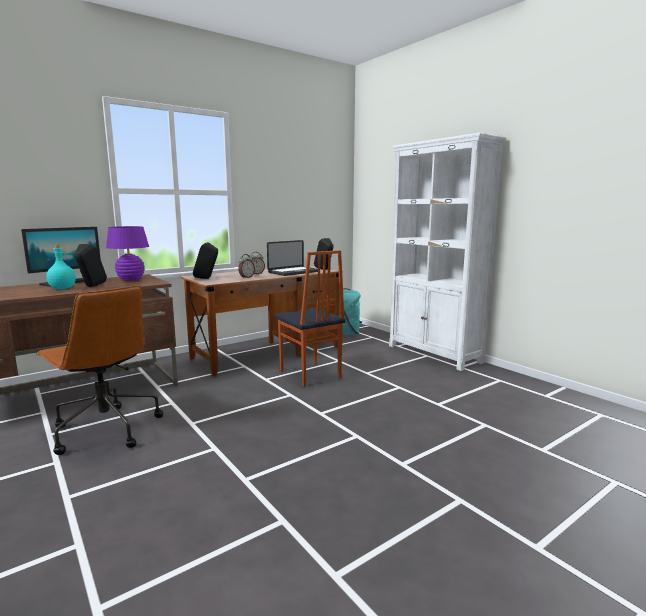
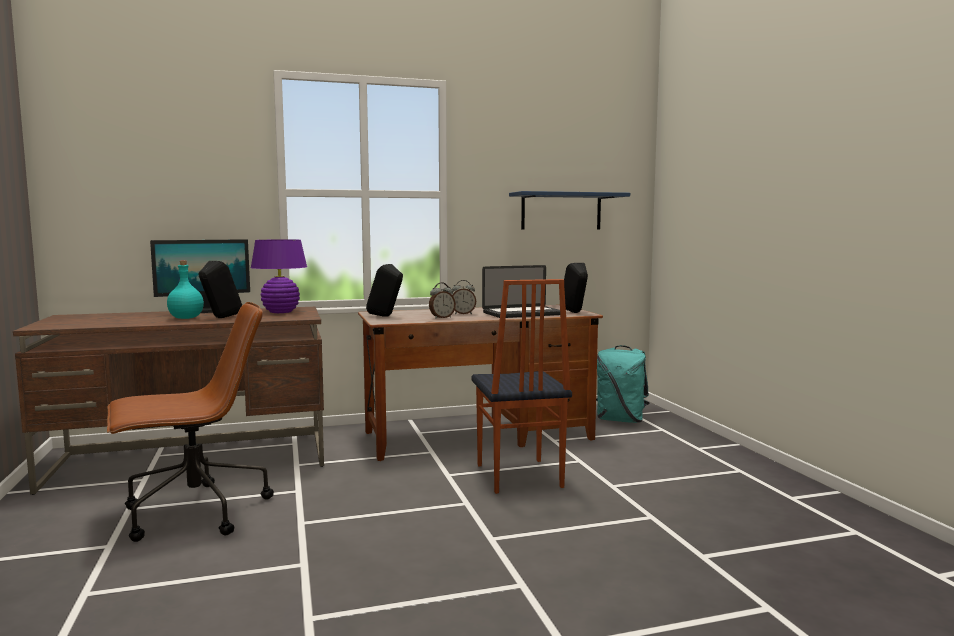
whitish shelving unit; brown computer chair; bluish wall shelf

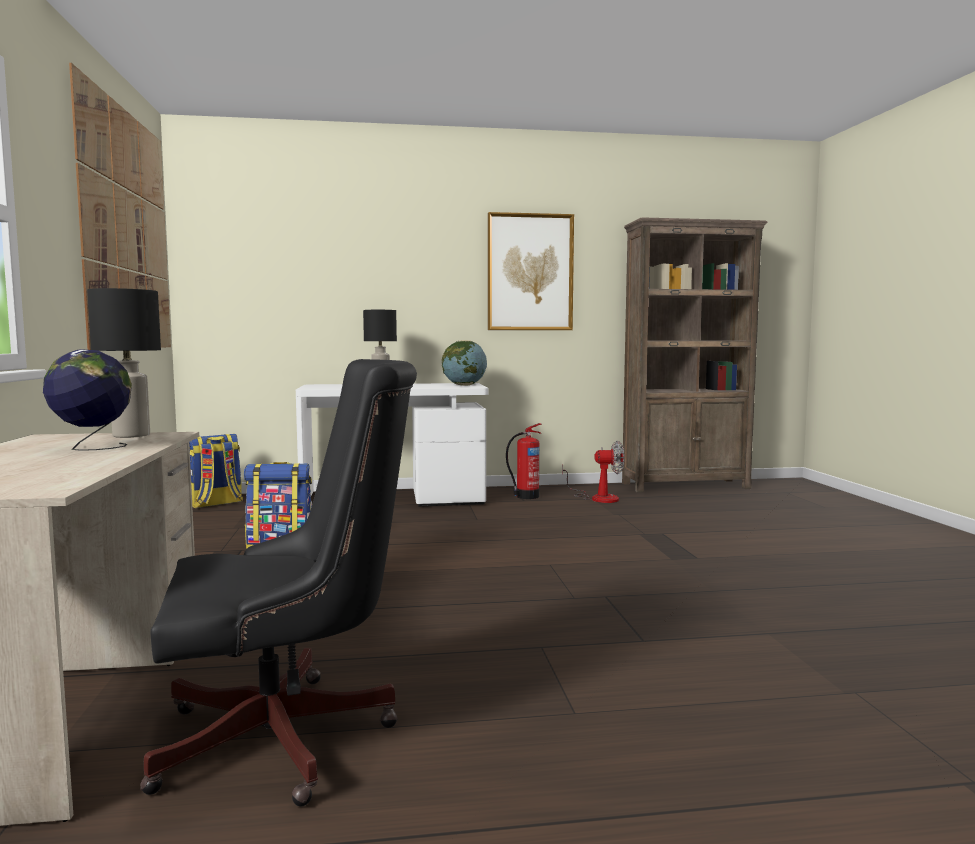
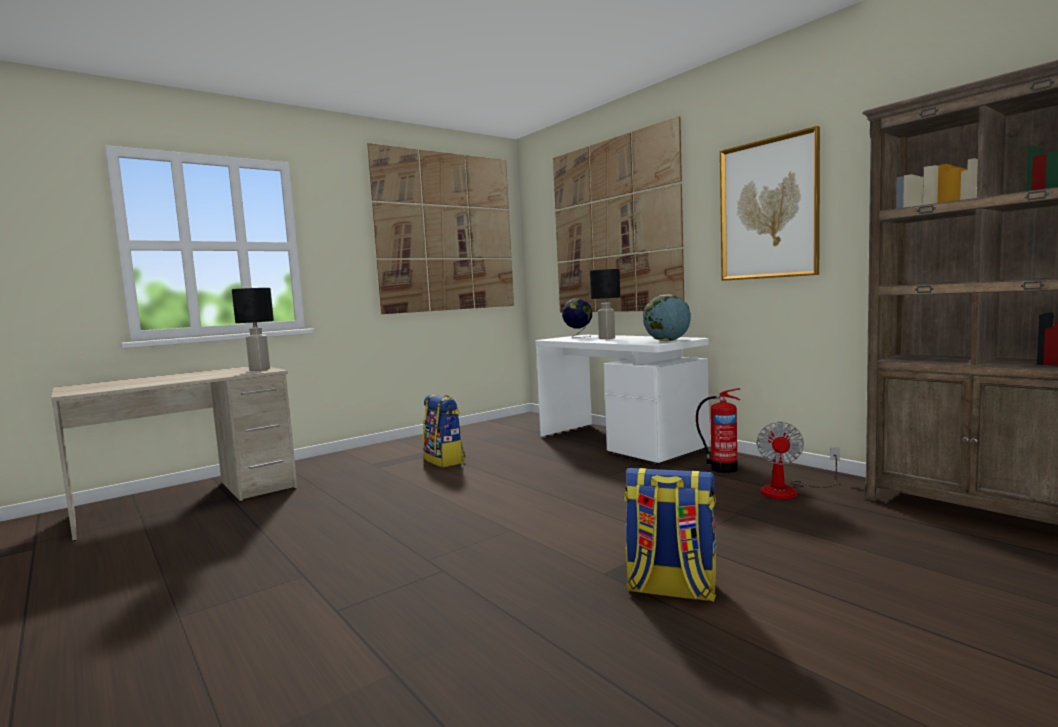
world globe (1st from left); black-coloured computer chair; knapsack (2nd from left); electric fan; wall picture (2nd from left)

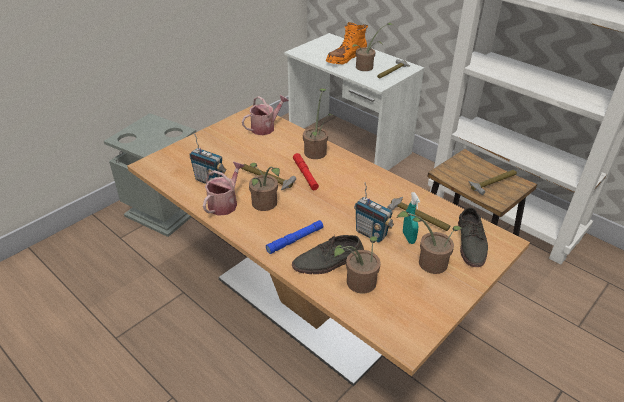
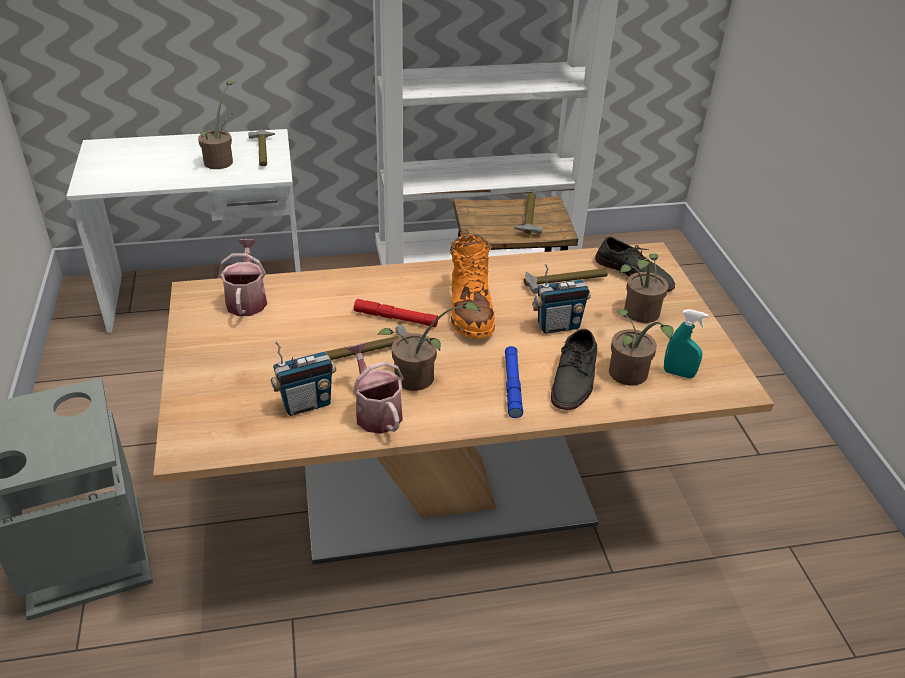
orange high-top boot; potted plant (2nd from left in the first image); turquoise-coloured sprayer

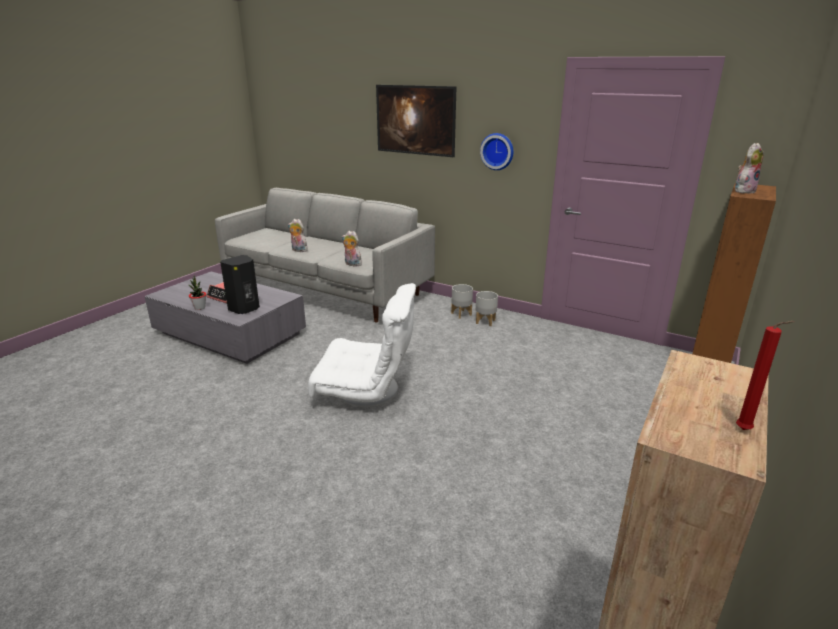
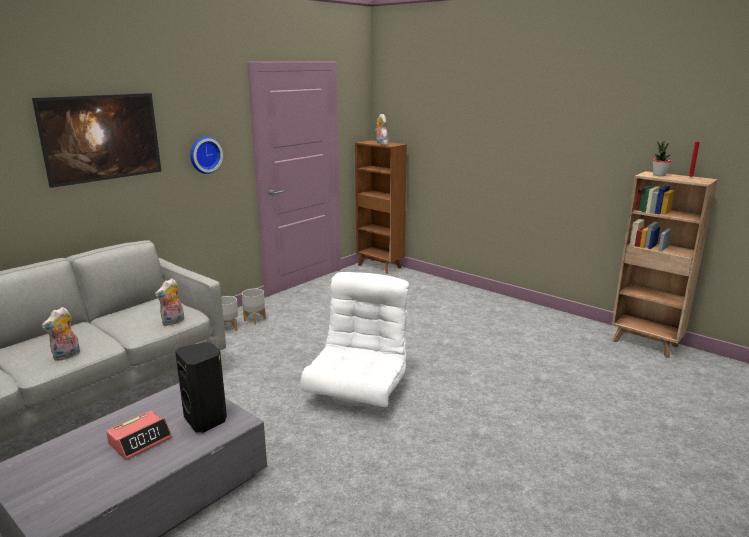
potted plant

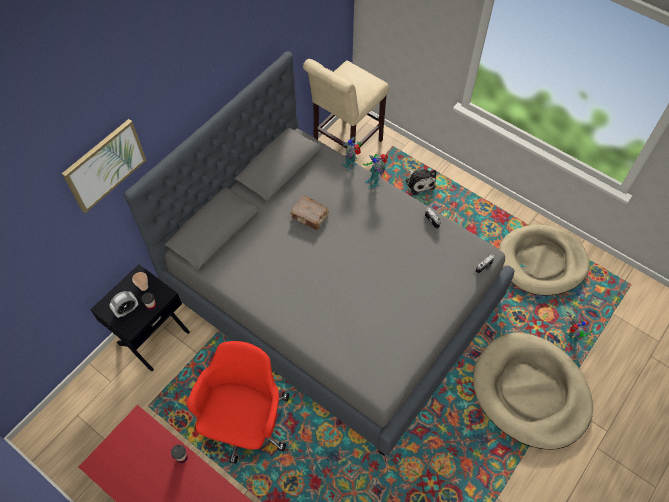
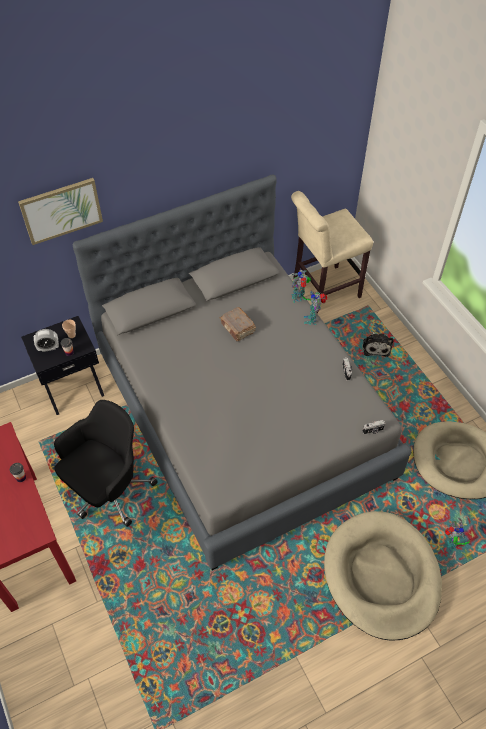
black-coloured computer chair

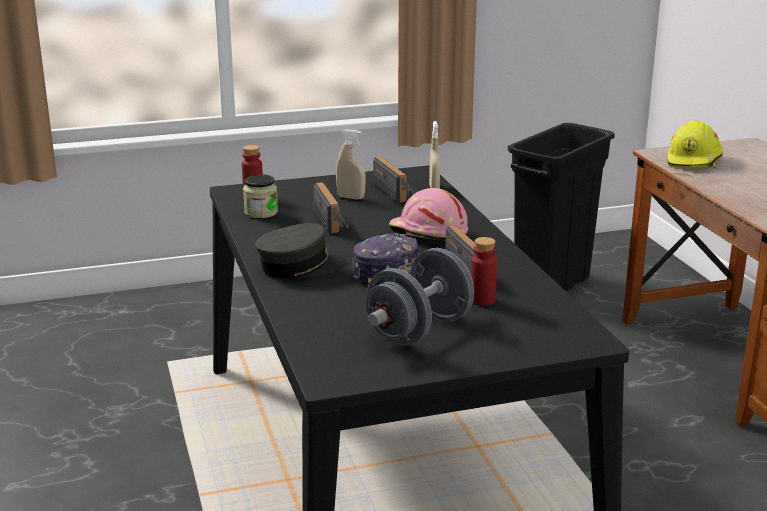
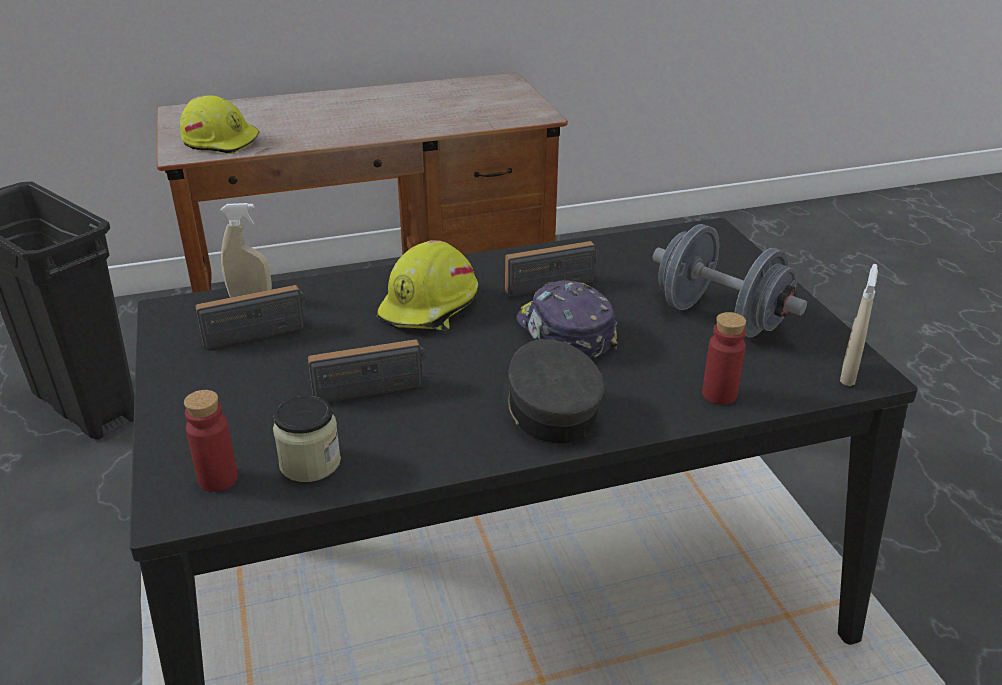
beige-coloured sprayer (2nd from left); yellow-coloured safety helmet (2nd from left); red-coloured bottle (2nd from left)

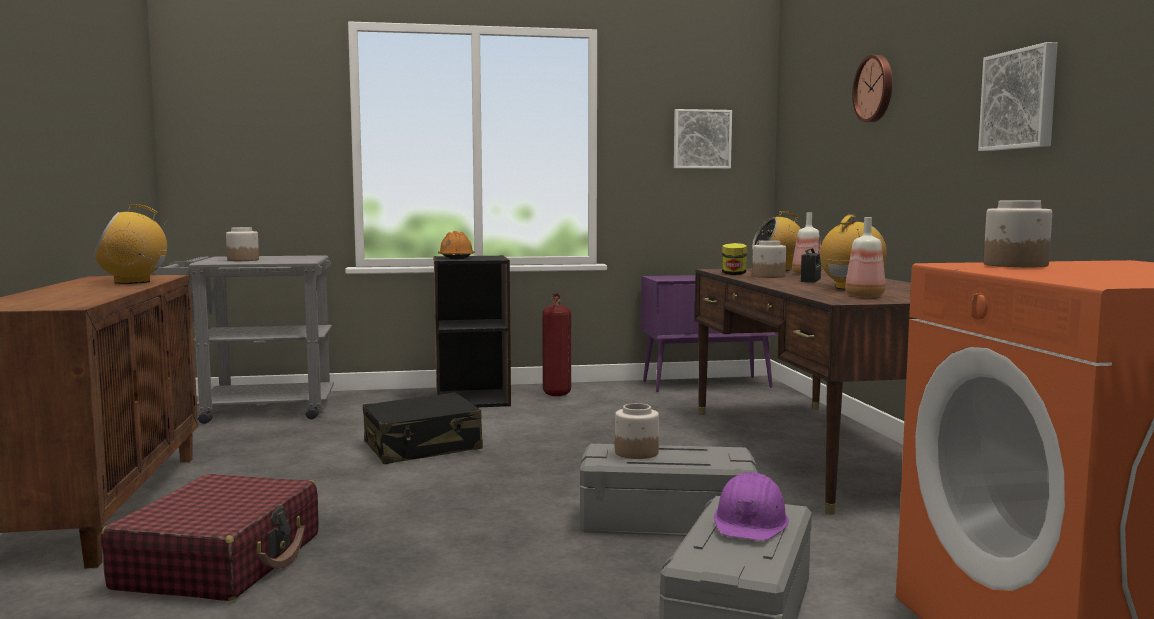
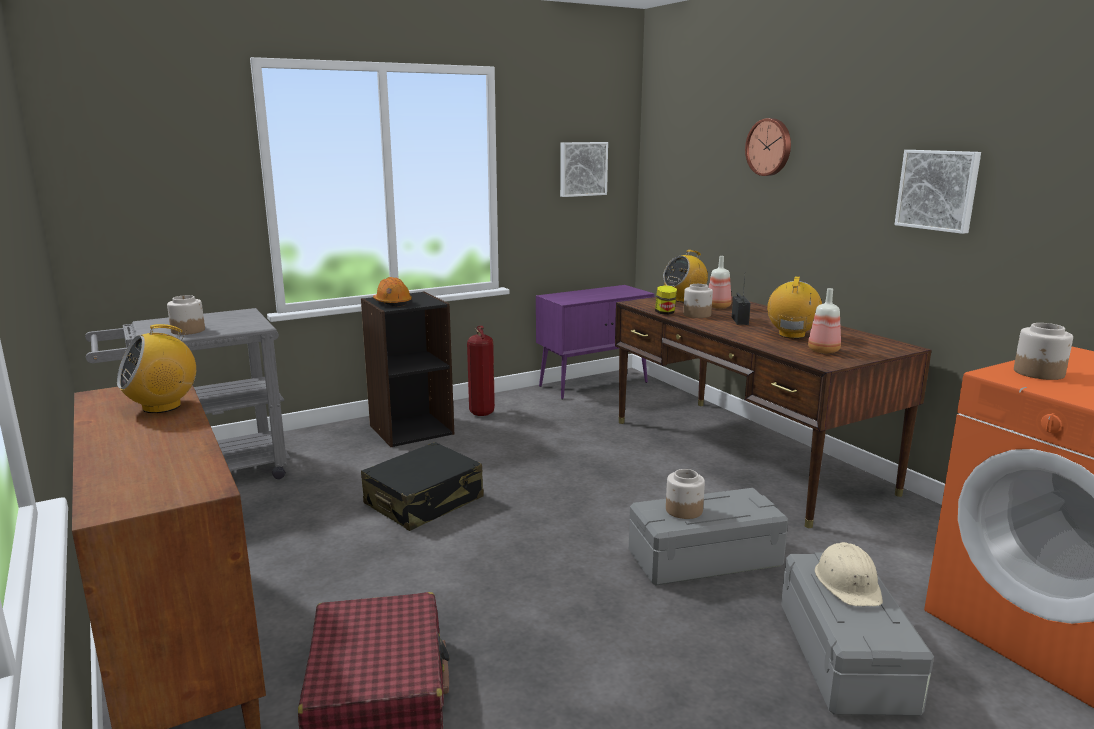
beige-coloured safety helmet

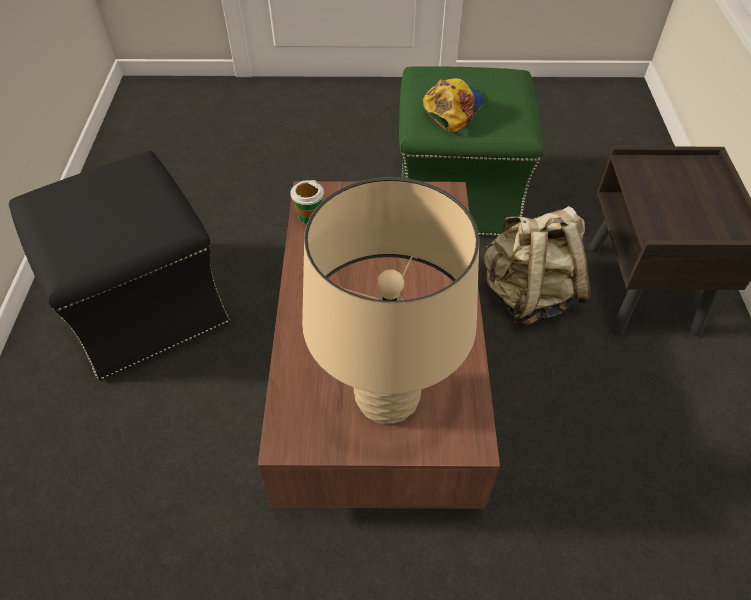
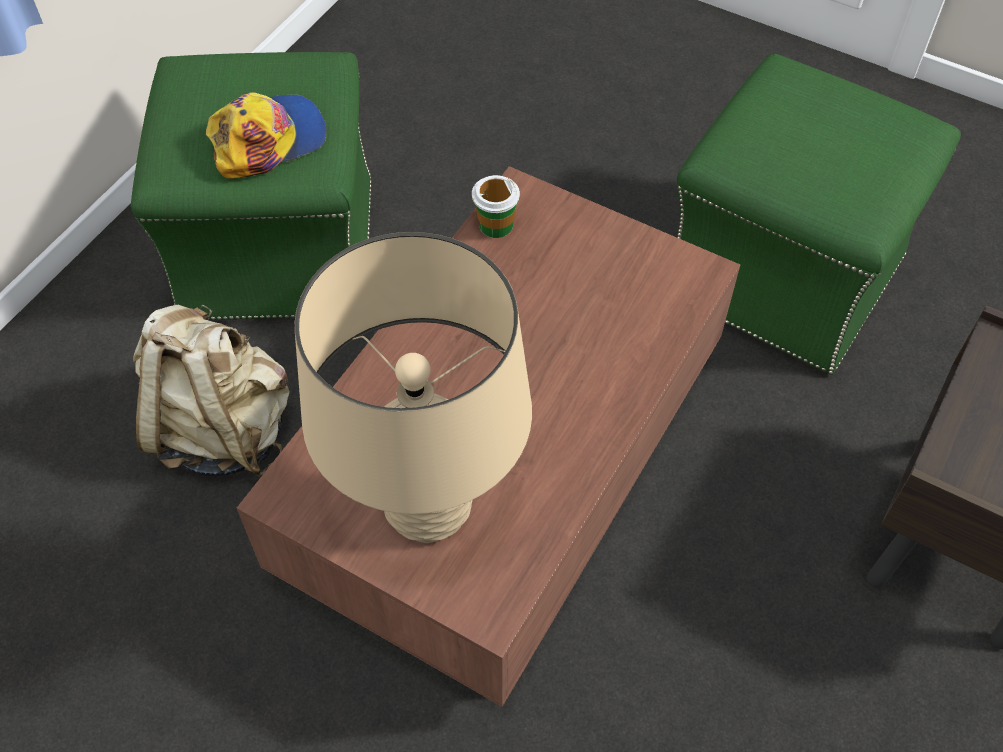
cap; greenish ottoman (1st from left); beige-coloured knapsack

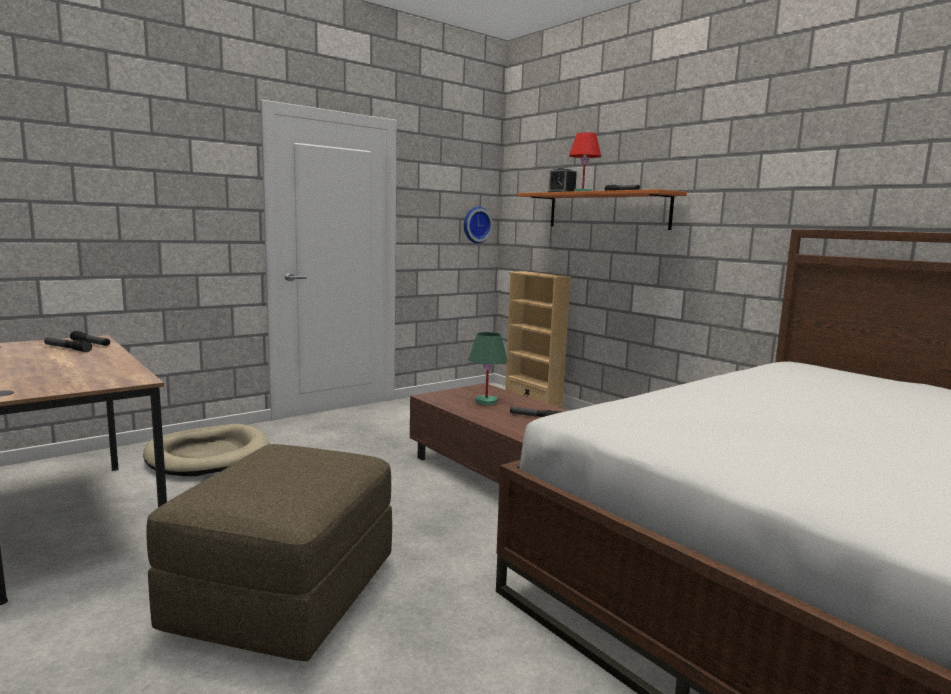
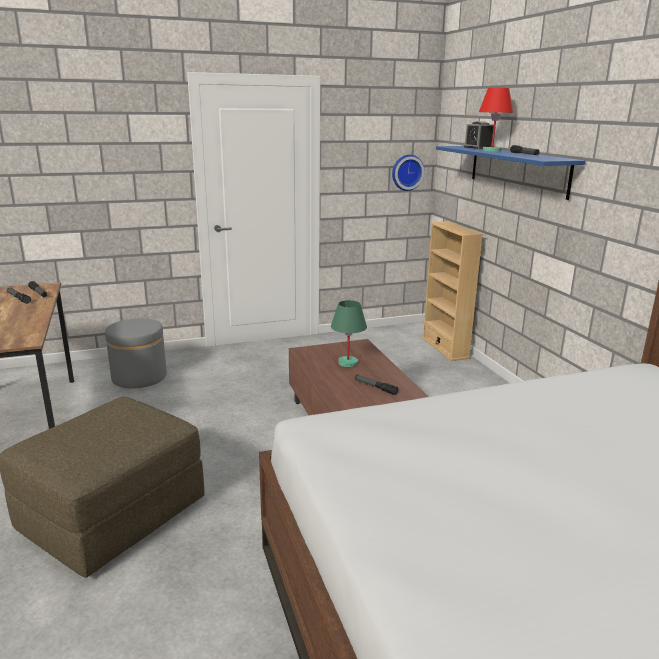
bluish wall shelf; grey ottoman

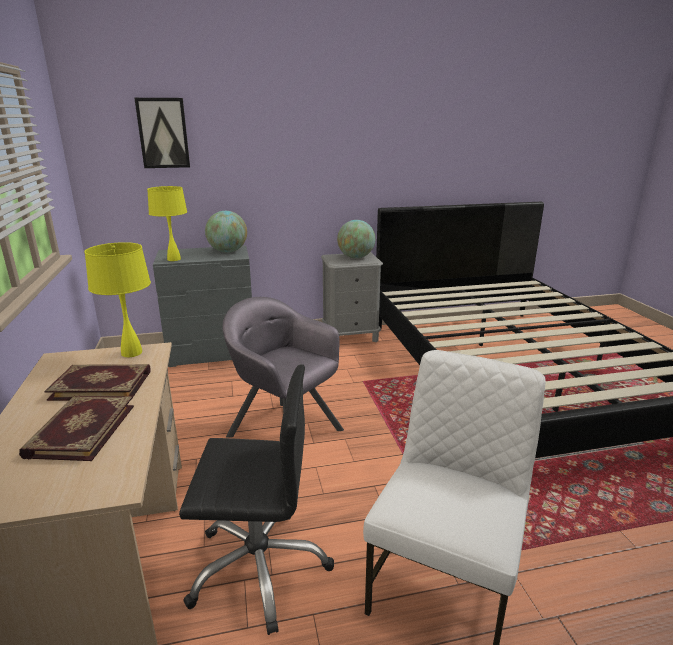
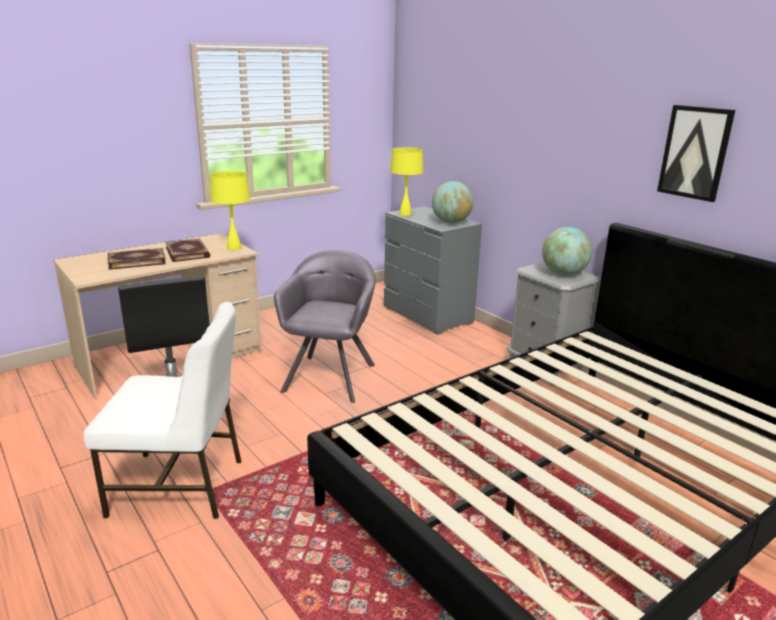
wall picture

